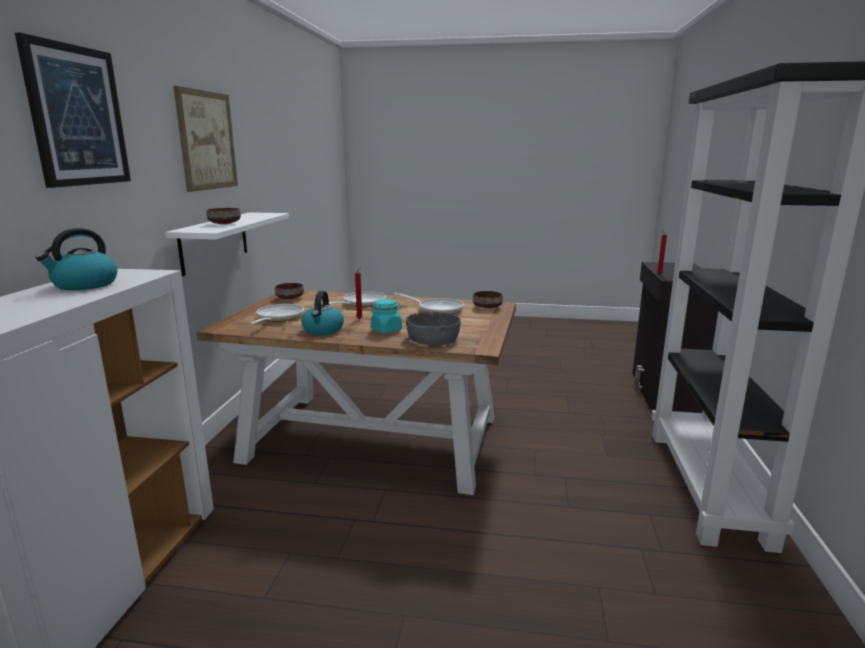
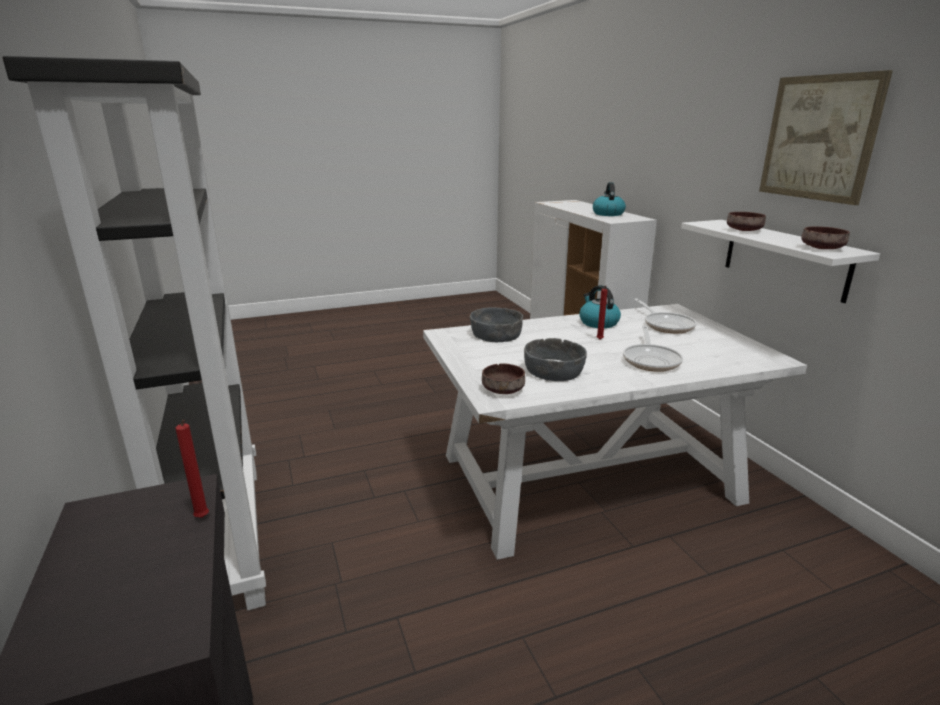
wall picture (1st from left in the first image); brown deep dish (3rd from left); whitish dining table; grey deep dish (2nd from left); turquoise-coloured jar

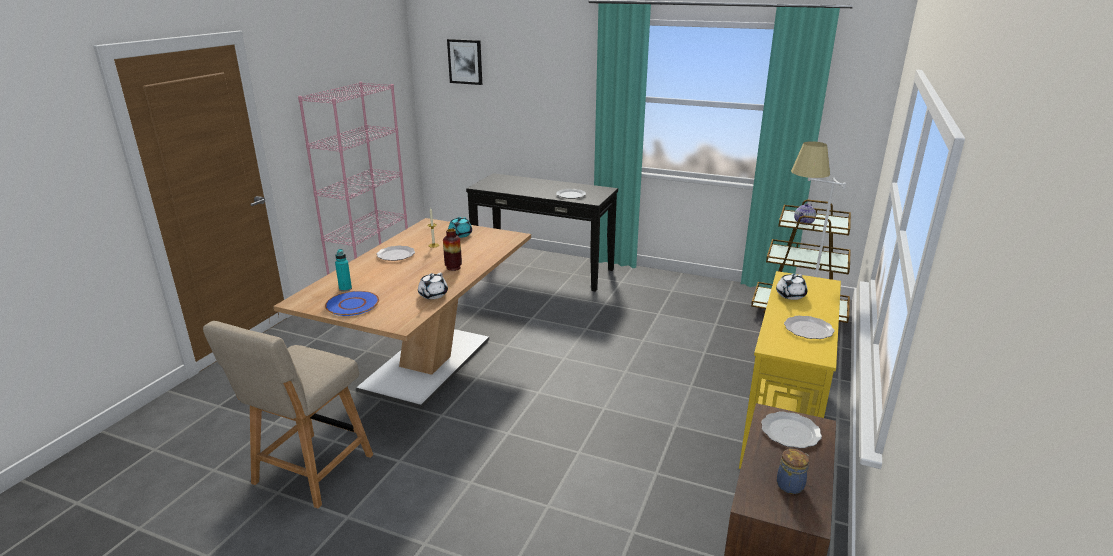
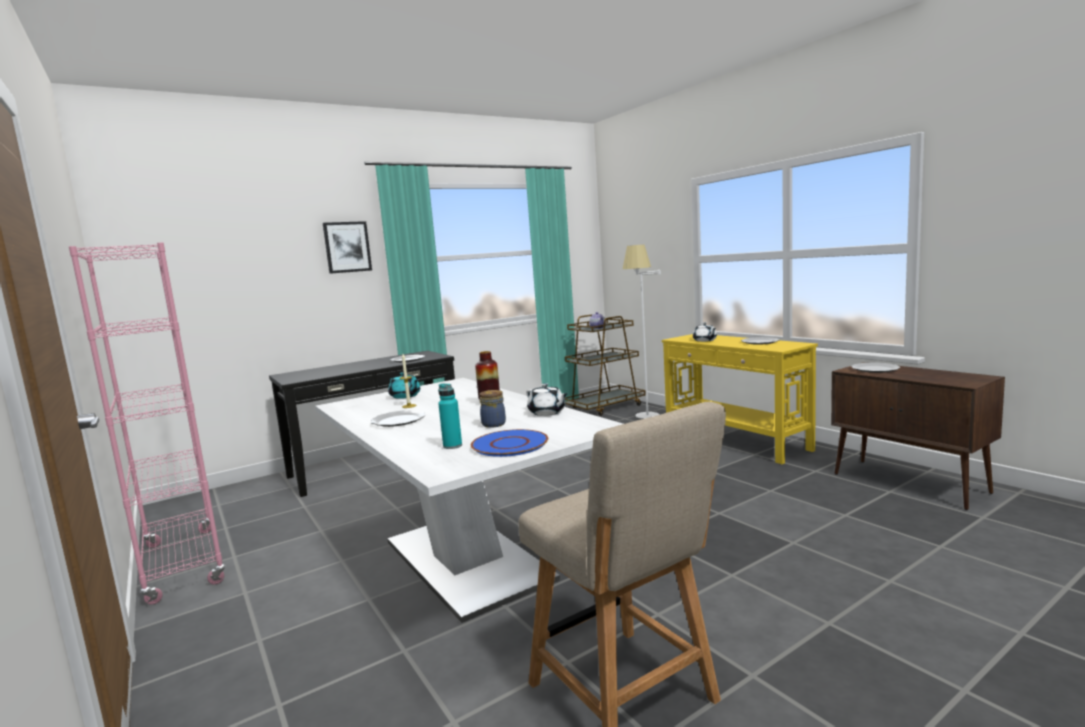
wall picture; whitish dining table; jar

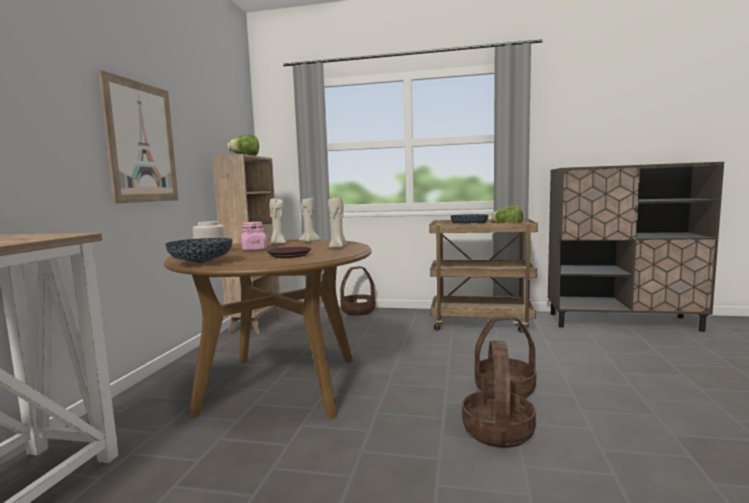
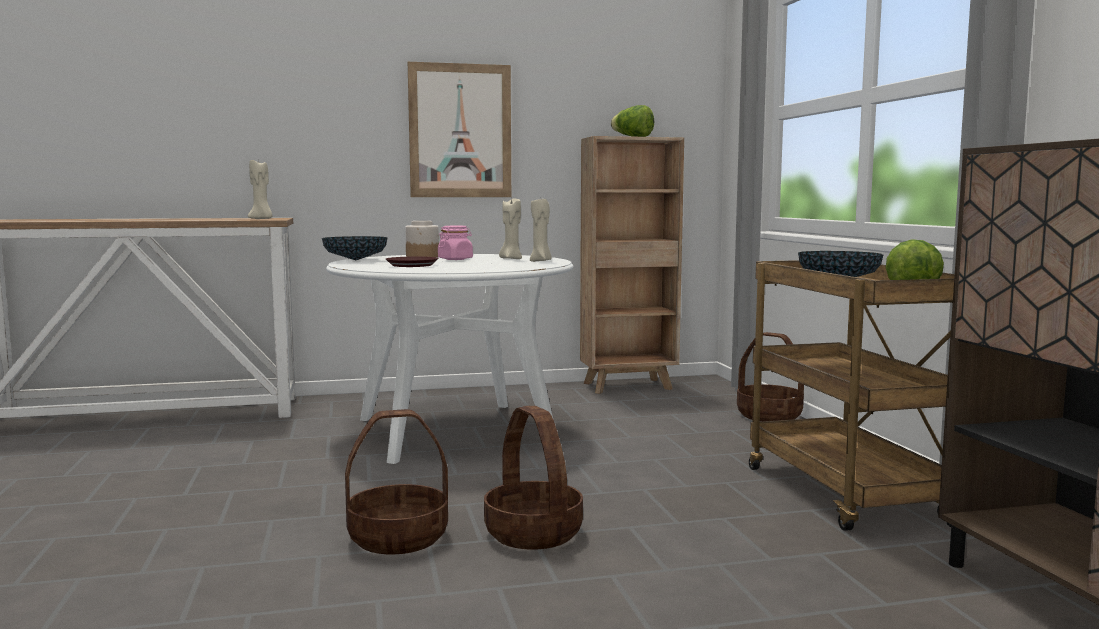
beige-coloured wax light (1st from left); whitish dining table

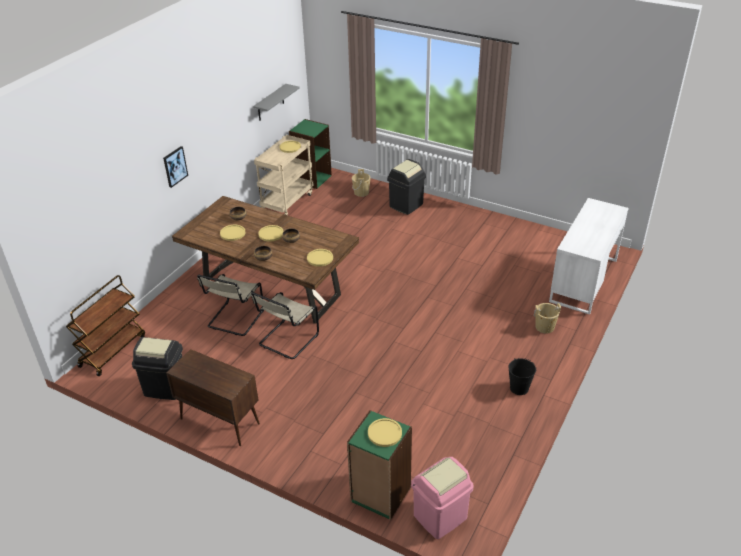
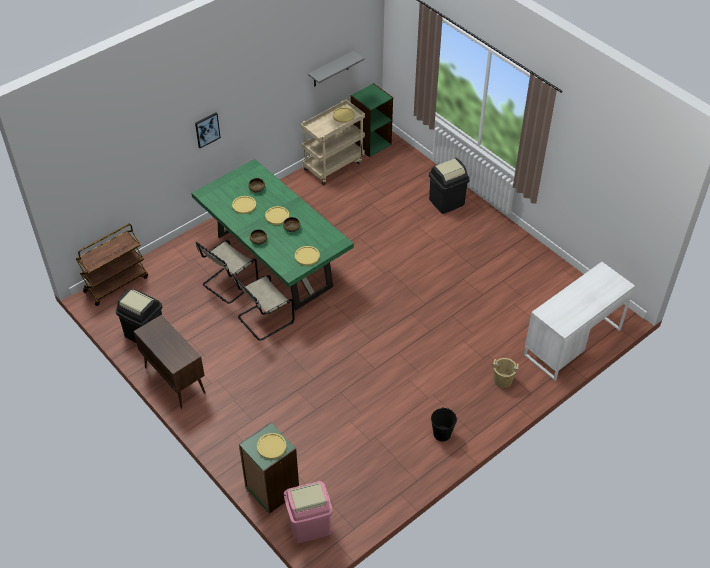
beige-coloured water bucket (1st from left in the first image); greenish dining table

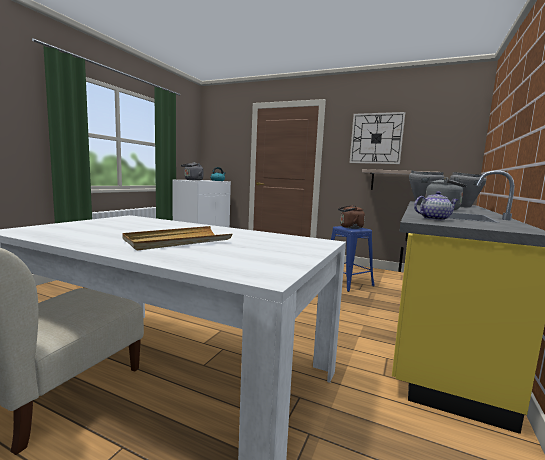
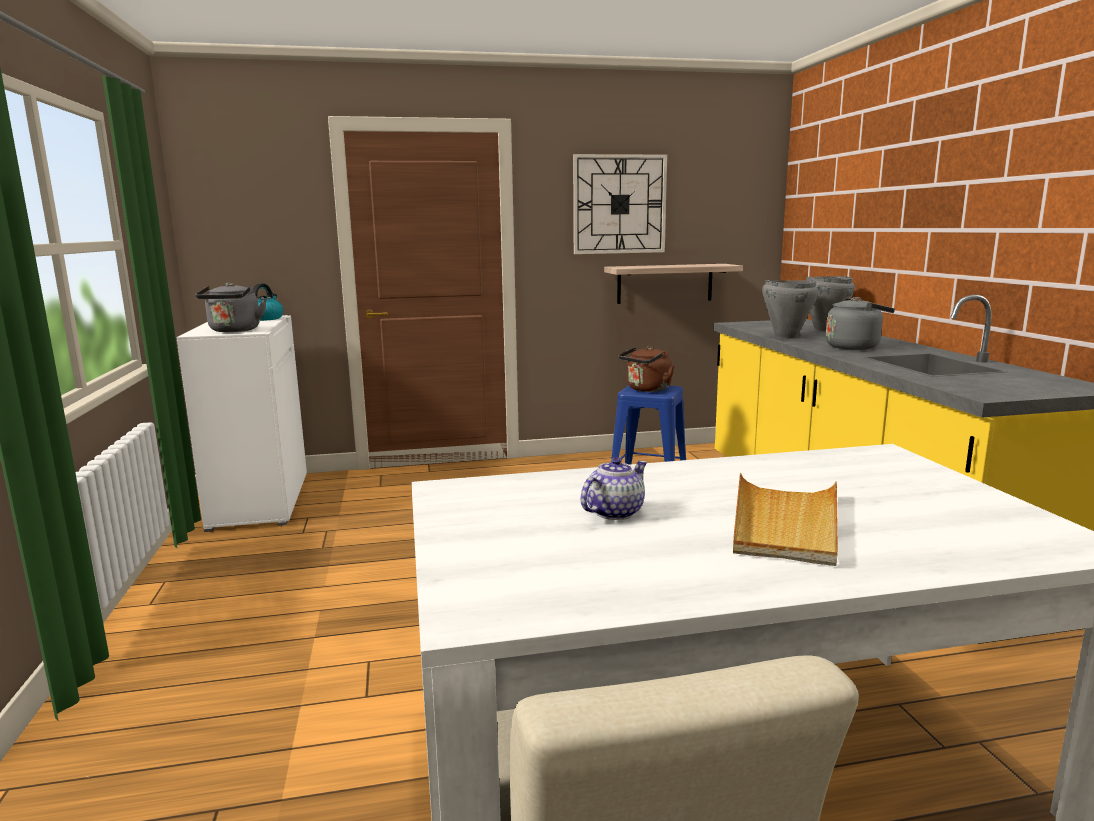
teapot

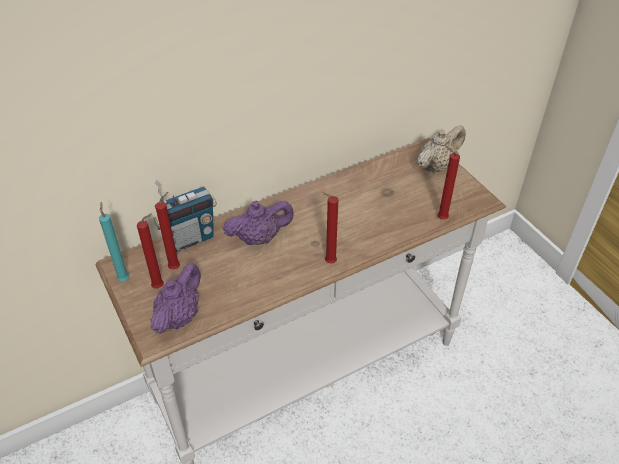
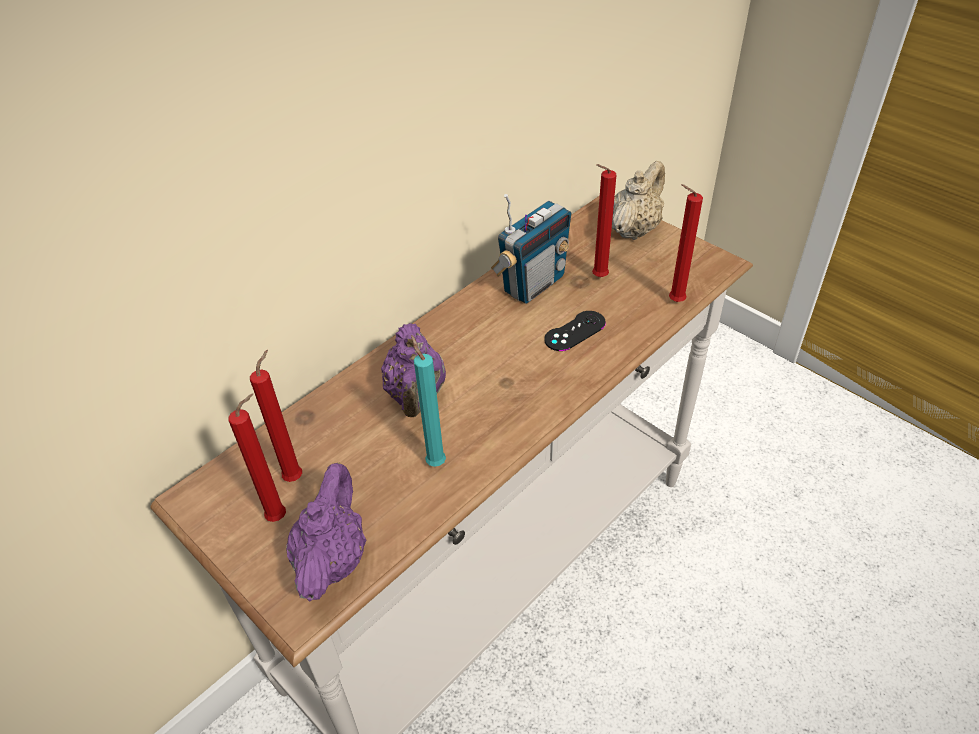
radio; red-coloured wax light (3rd from left); purplish teapot (2nd from left); turquoise-coloured wax light; black-coloured game controller

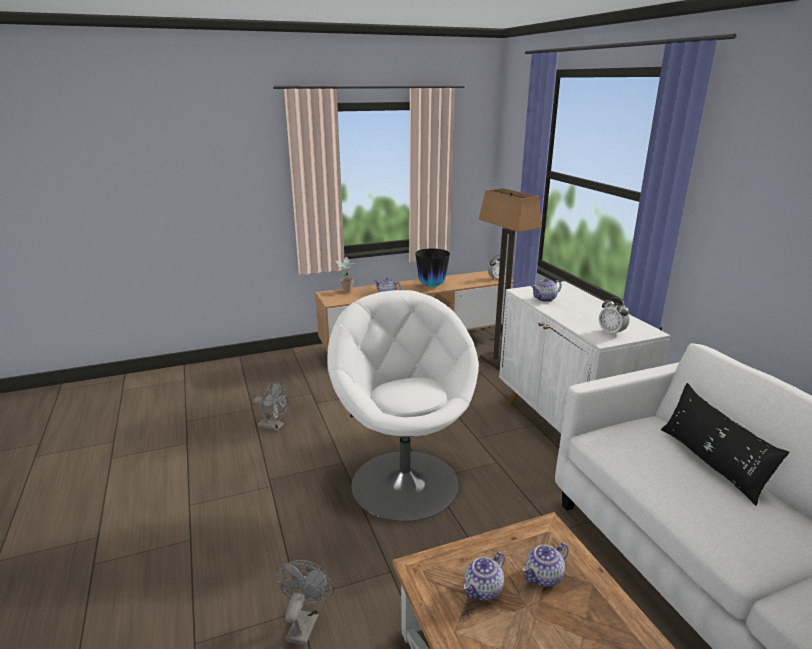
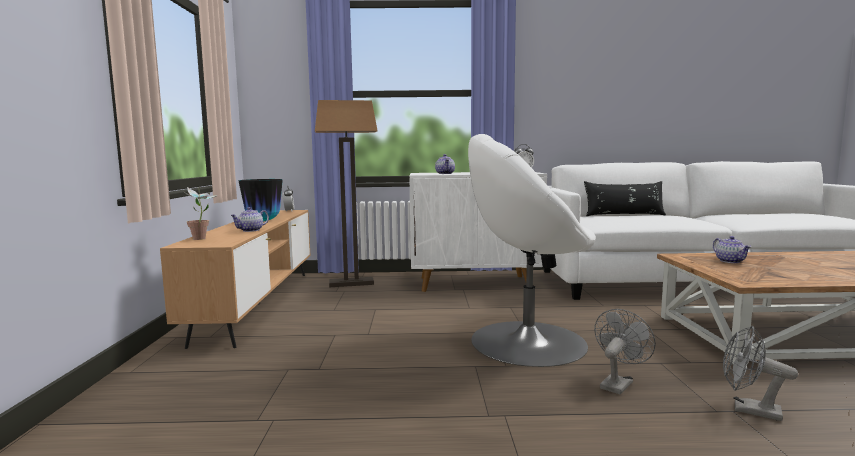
grey electric fan (1st from left); teapot (2nd from left in the first image)

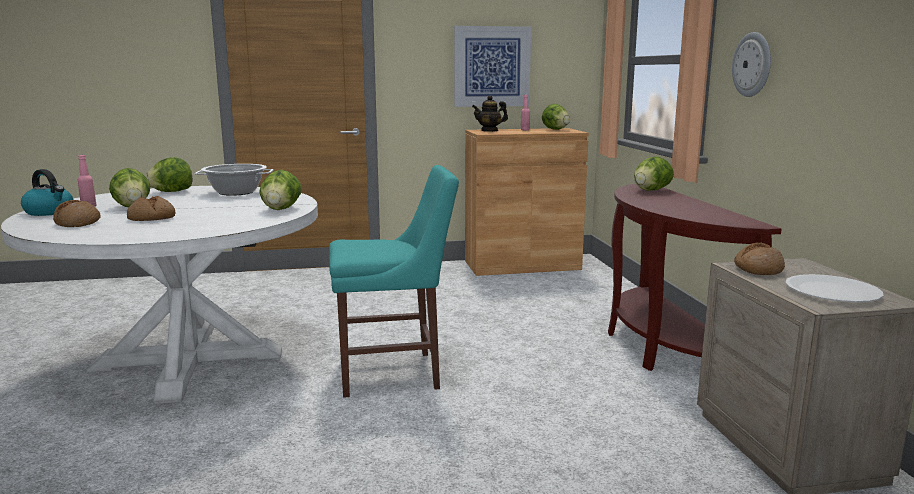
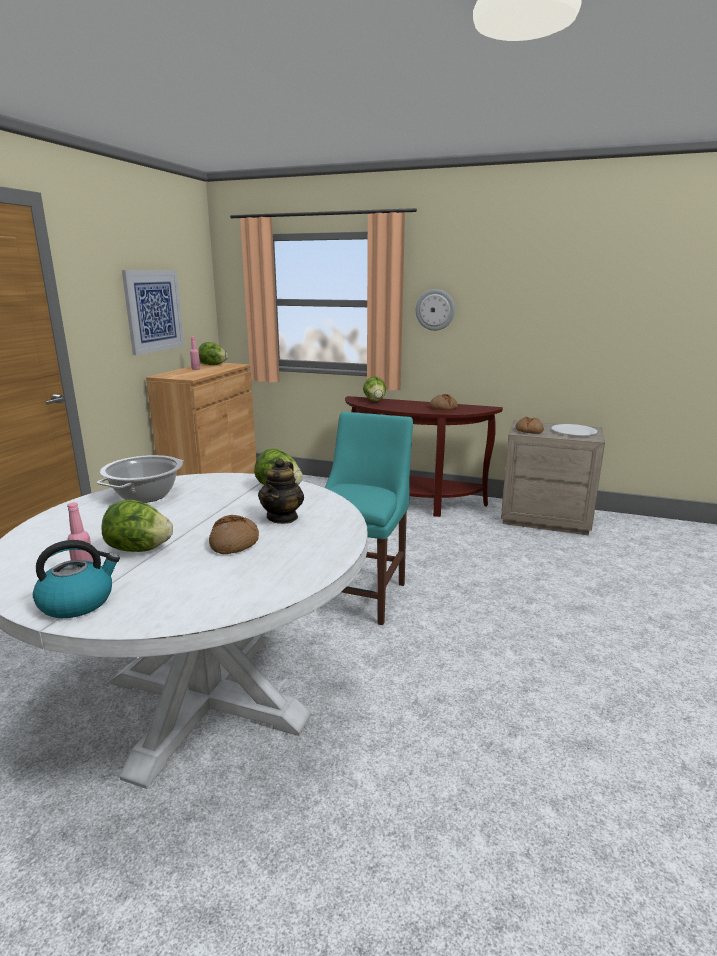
teapot; head of lettuce (2nd from left in the first image); baked bread (2nd from left)

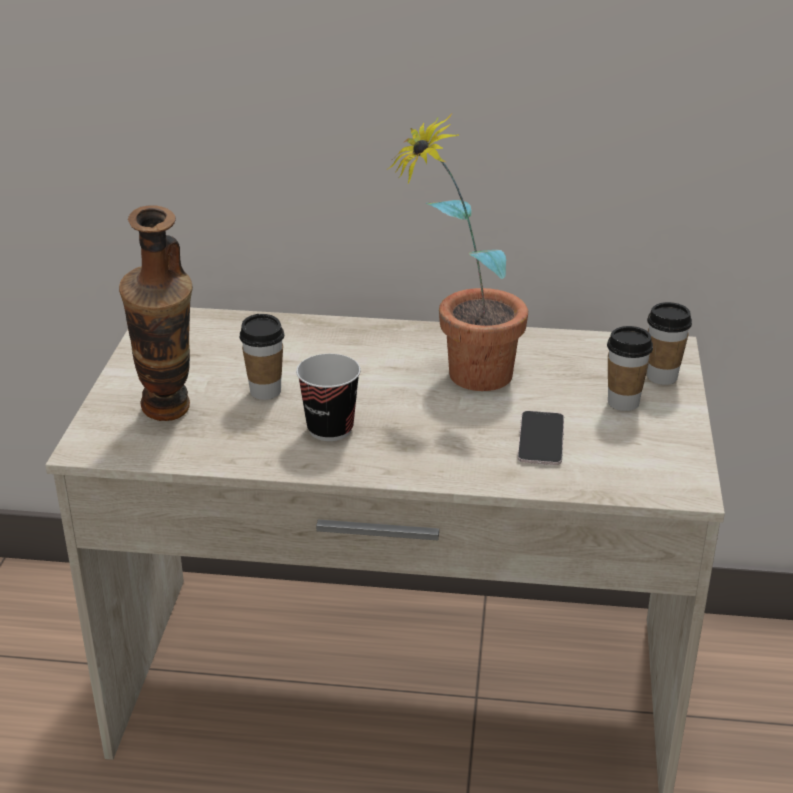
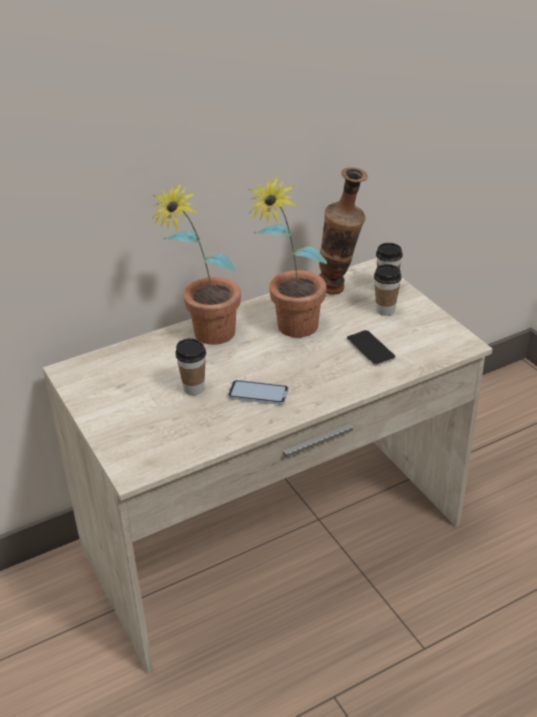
vase; telephone (1st from left); potted plant (1st from left)

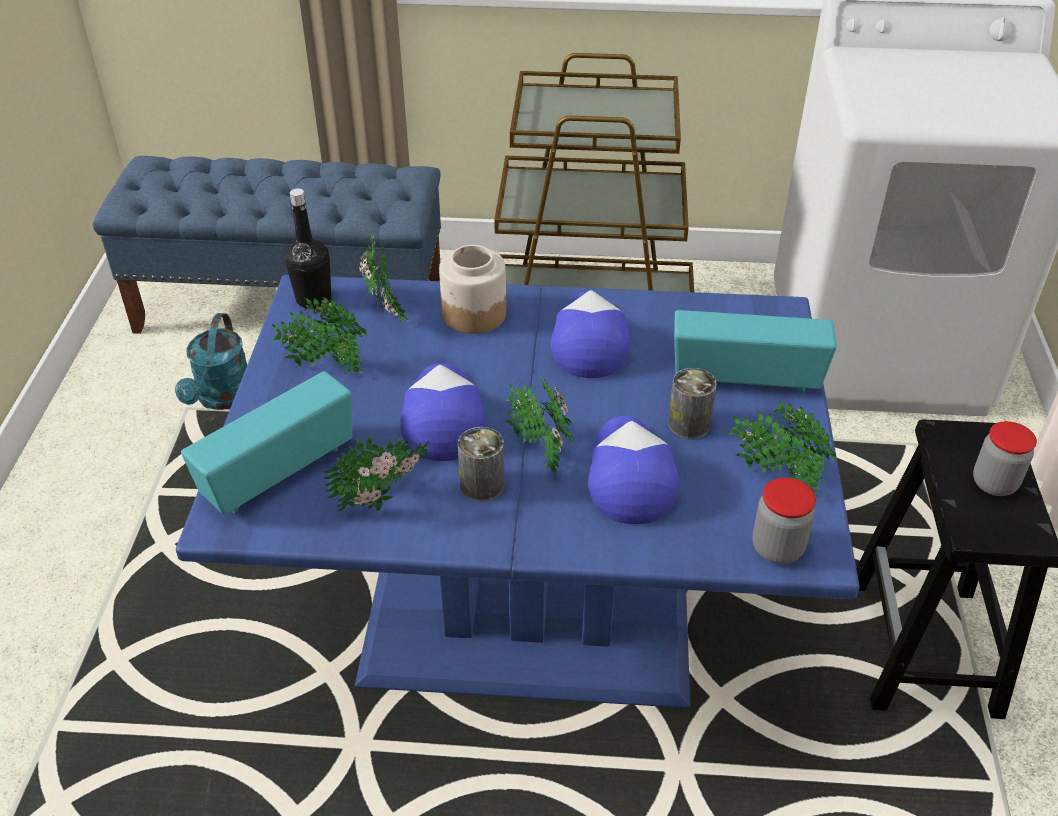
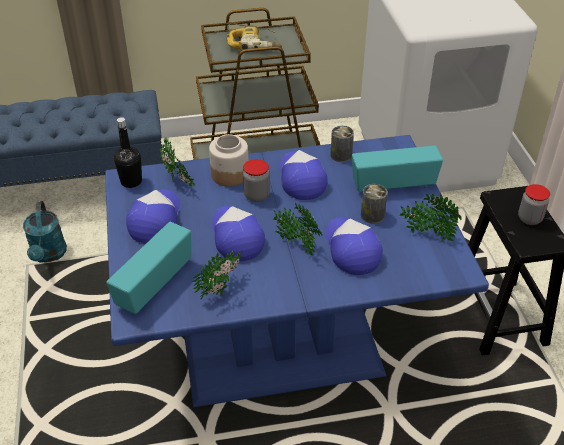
cap (1st from left); sealed can (1st from left); jar (2nd from left); electric drill

